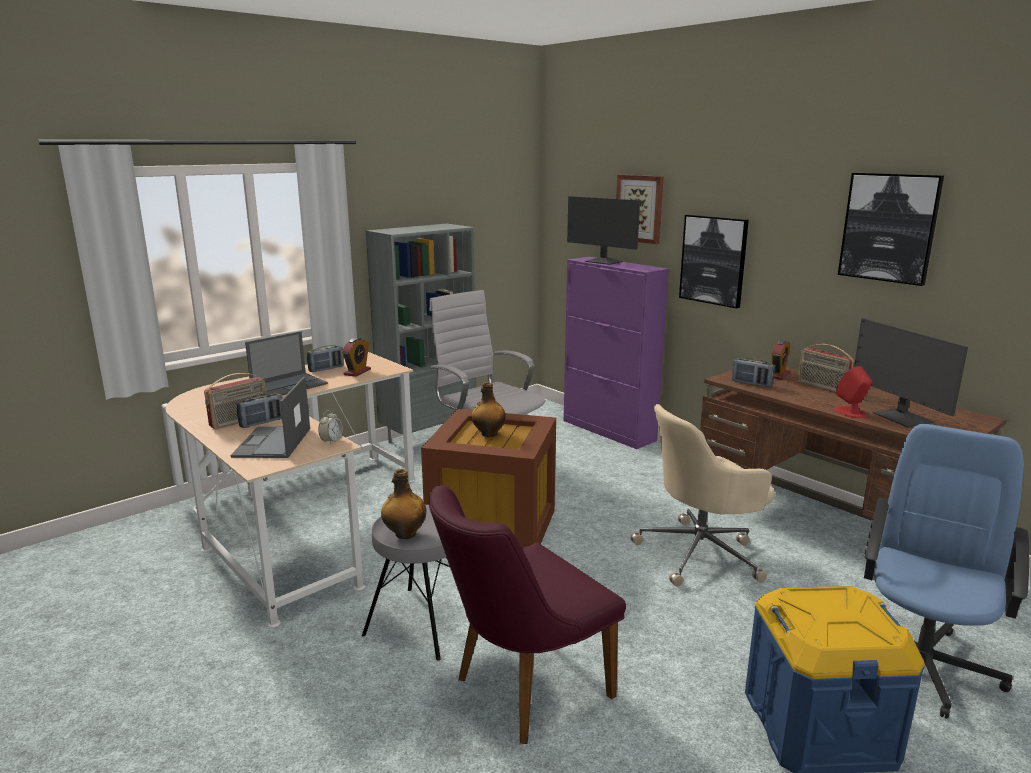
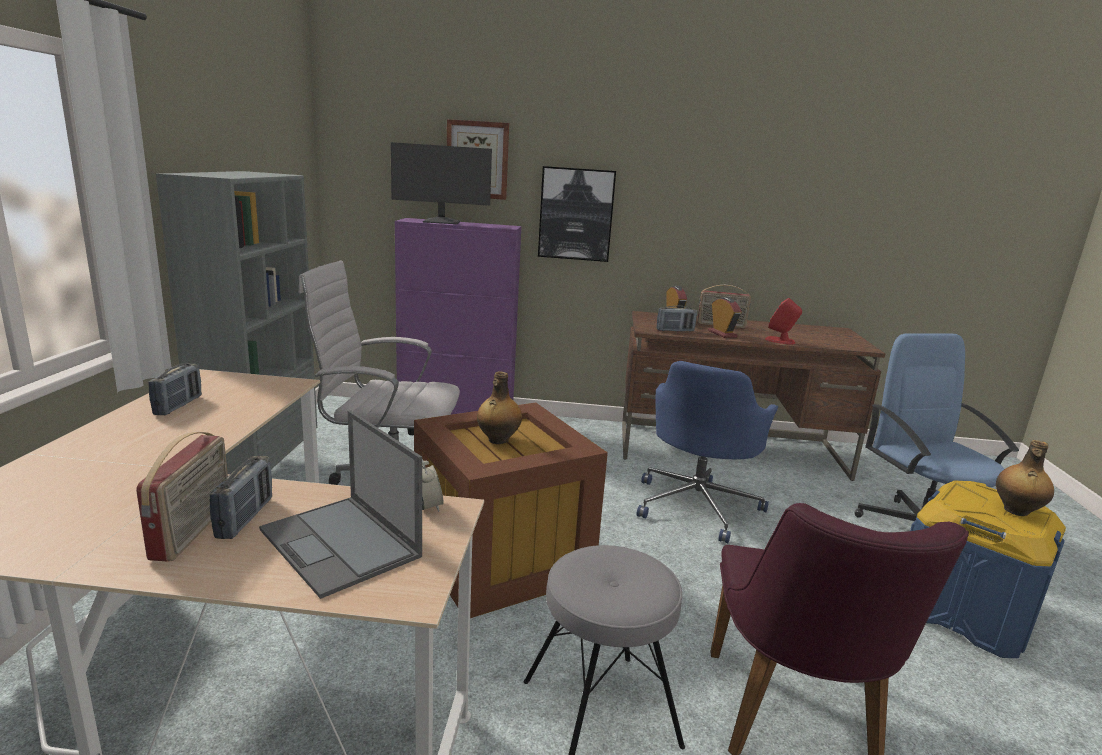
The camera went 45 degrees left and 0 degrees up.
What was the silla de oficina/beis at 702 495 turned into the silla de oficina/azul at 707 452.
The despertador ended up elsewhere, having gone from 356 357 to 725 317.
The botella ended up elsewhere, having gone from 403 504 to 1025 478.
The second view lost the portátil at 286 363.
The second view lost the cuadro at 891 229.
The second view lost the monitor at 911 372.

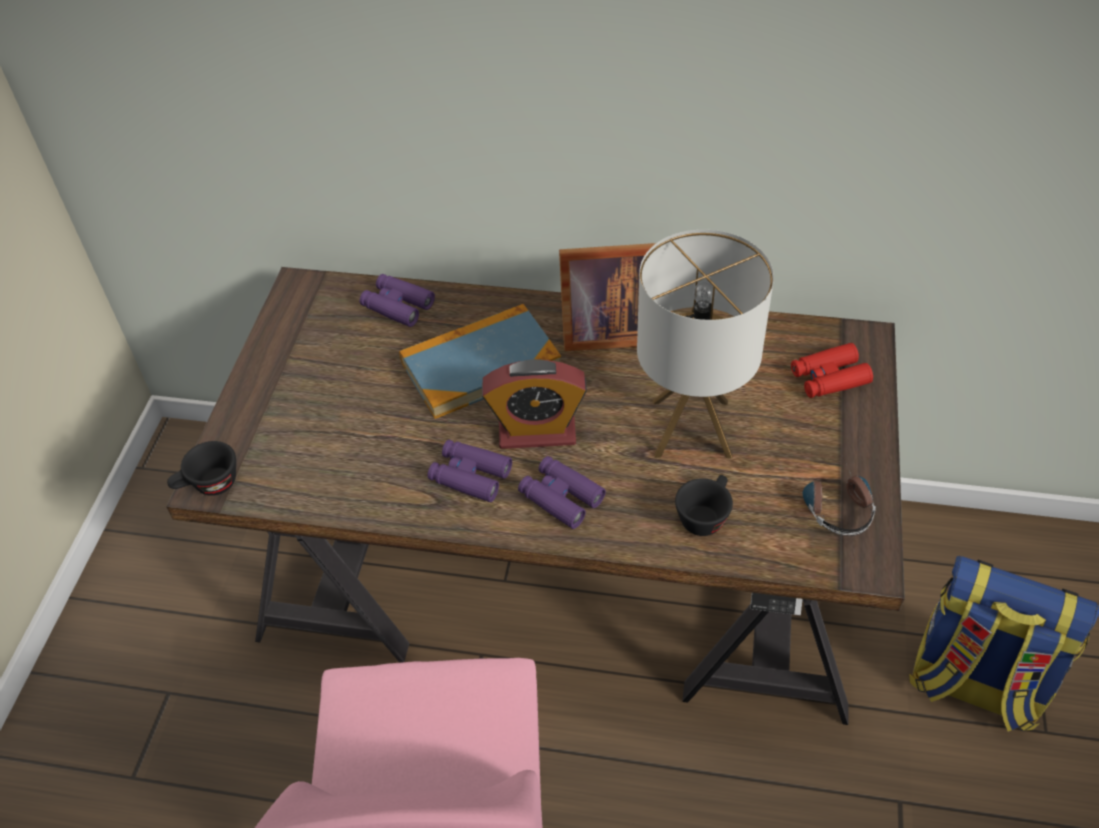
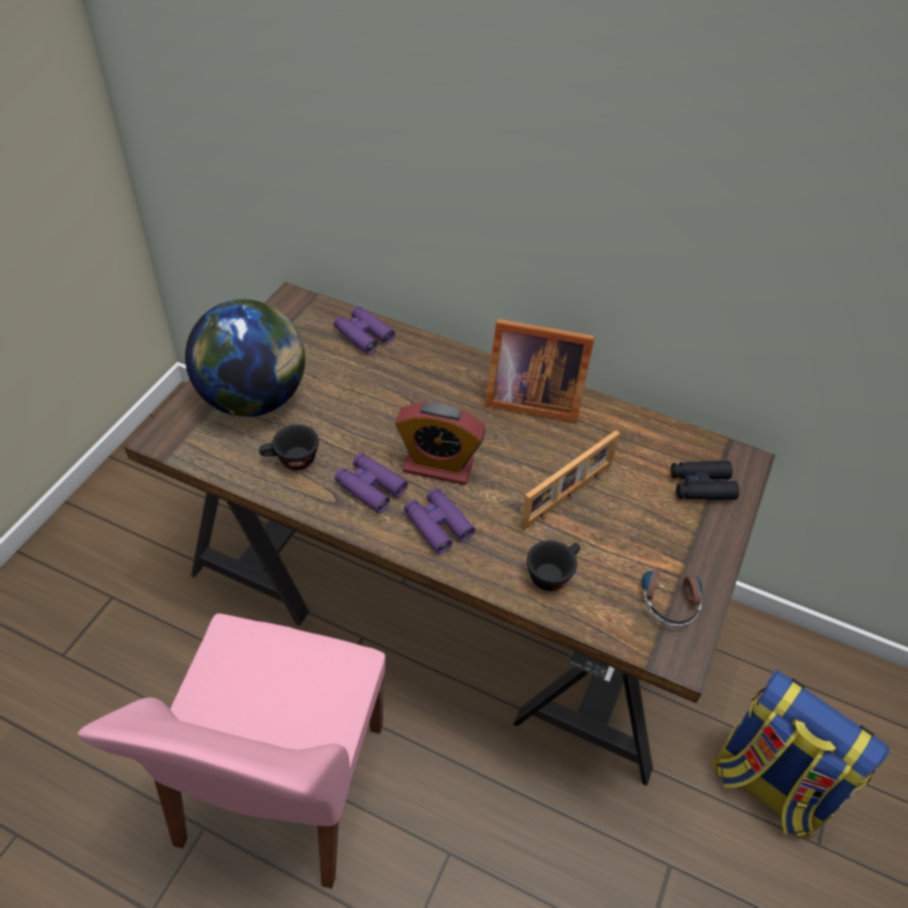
The camera went 10 degrees right and 0 degrees up.
The second view gained the globo terráqueo at 245 358.
The taza/negro ended up elsewhere, having gone from 201 468 to 289 447.
Where the lámpara de mesa stood at 705 344, the portarretratos came to stand at 570 480.
What was the prismáticos/rojo at 832 370 turned into the prismáticos/negro at 705 480.
The second view lost the libro at 480 361.

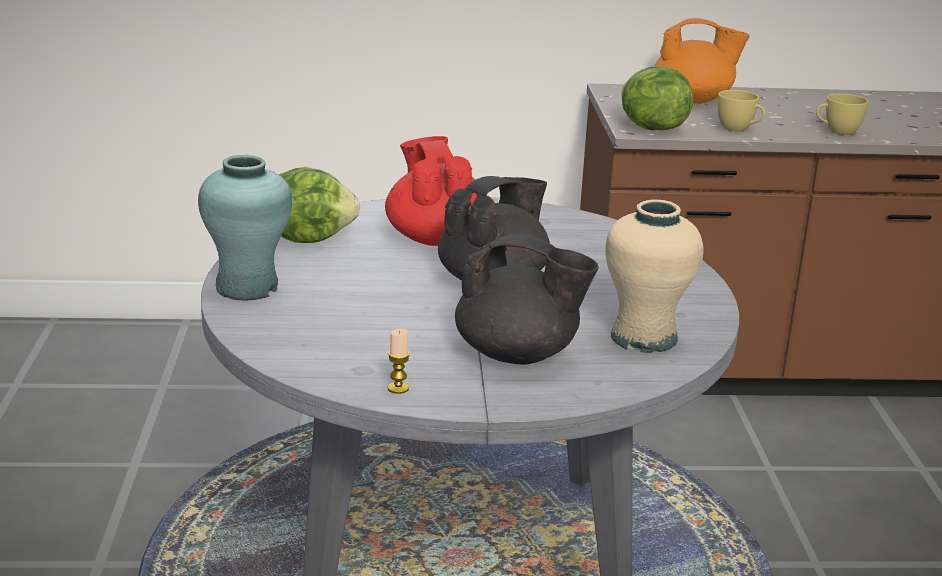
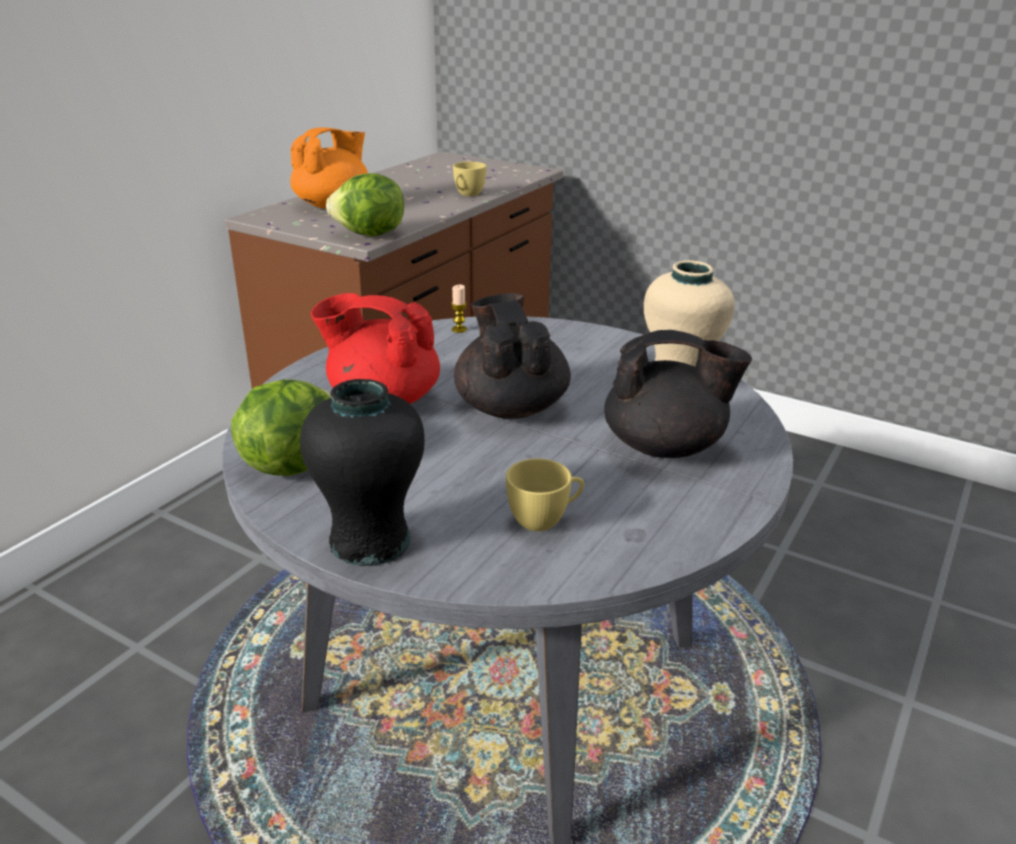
The camera went 55 degrees left and 5 degrees up.
What was the florero/turquesa at 245 228 turned into the florero/negro at 362 472.
The vela ended up elsewhere, having gone from 399 361 to 459 309.
The taza/amarillo ended up elsewhere, having gone from 741 111 to 545 495.
The tetera/negro at 527 299 ended up facing another way, 45 degrees clockwise from before.

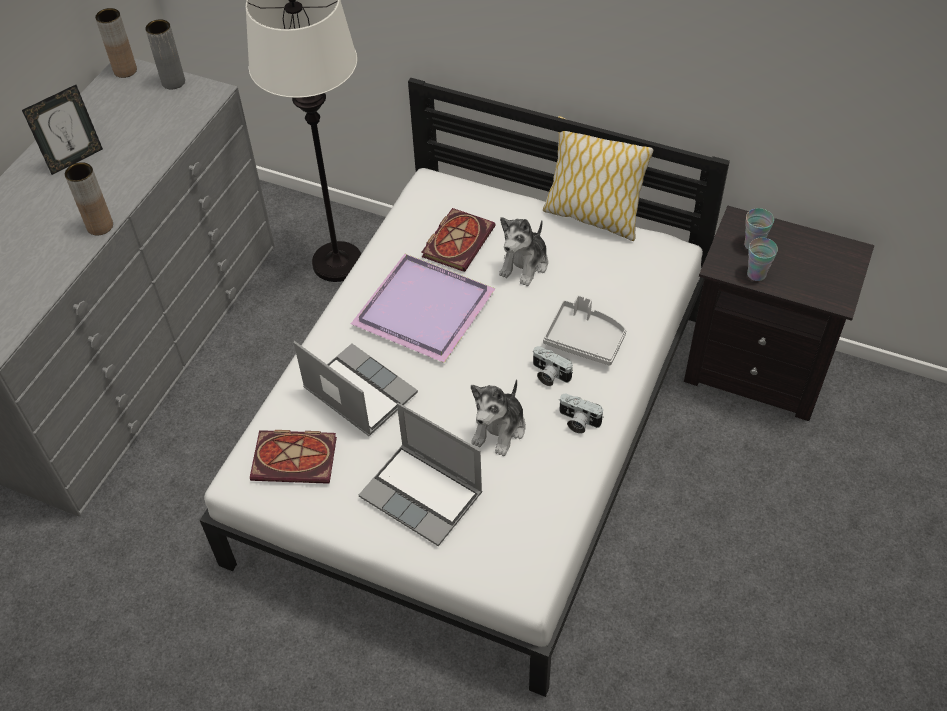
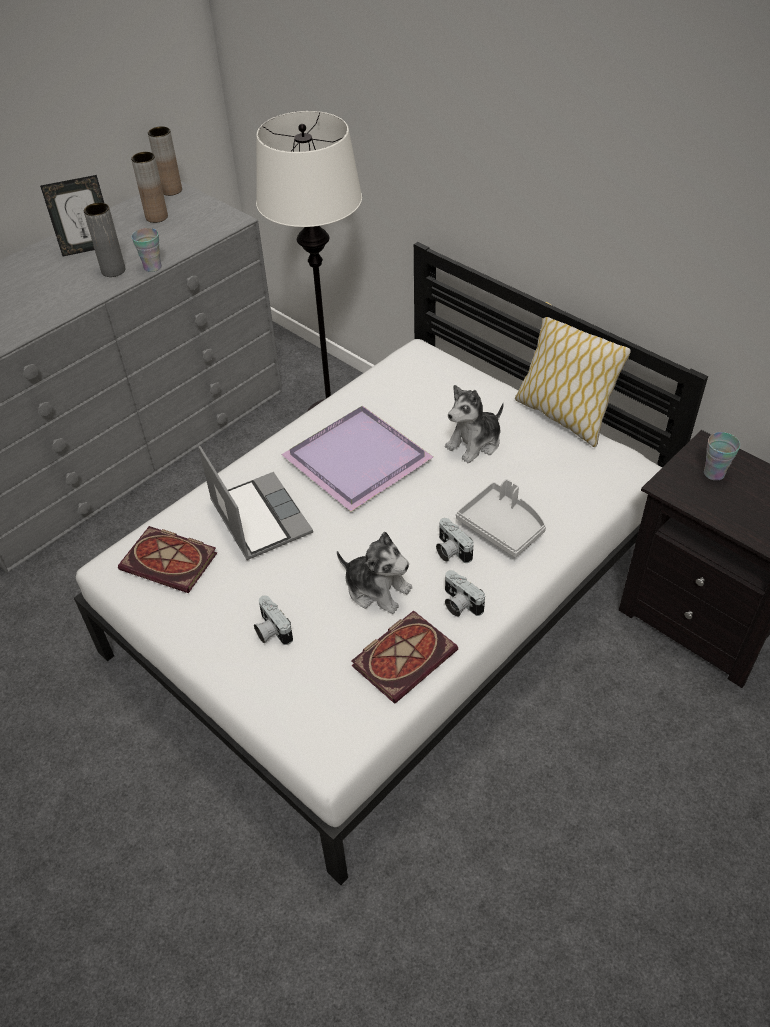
The camera went 20 degrees right and 5 degrees down.
The florero/gris ended up elsewhere, having gone from 165 54 to 105 240.
The florero/marrón ended up elsewhere, having gone from 89 198 to 149 187.
The taza ended up elsewhere, having gone from 762 259 to 147 250.
Where the portátil stood at 421 474, the cámara came to stand at 273 620.
The peluche at 498 417 ended up facing another way, 105 degrees counterclockwise from before.
The libro ended up elsewhere, having gone from 458 240 to 404 657.

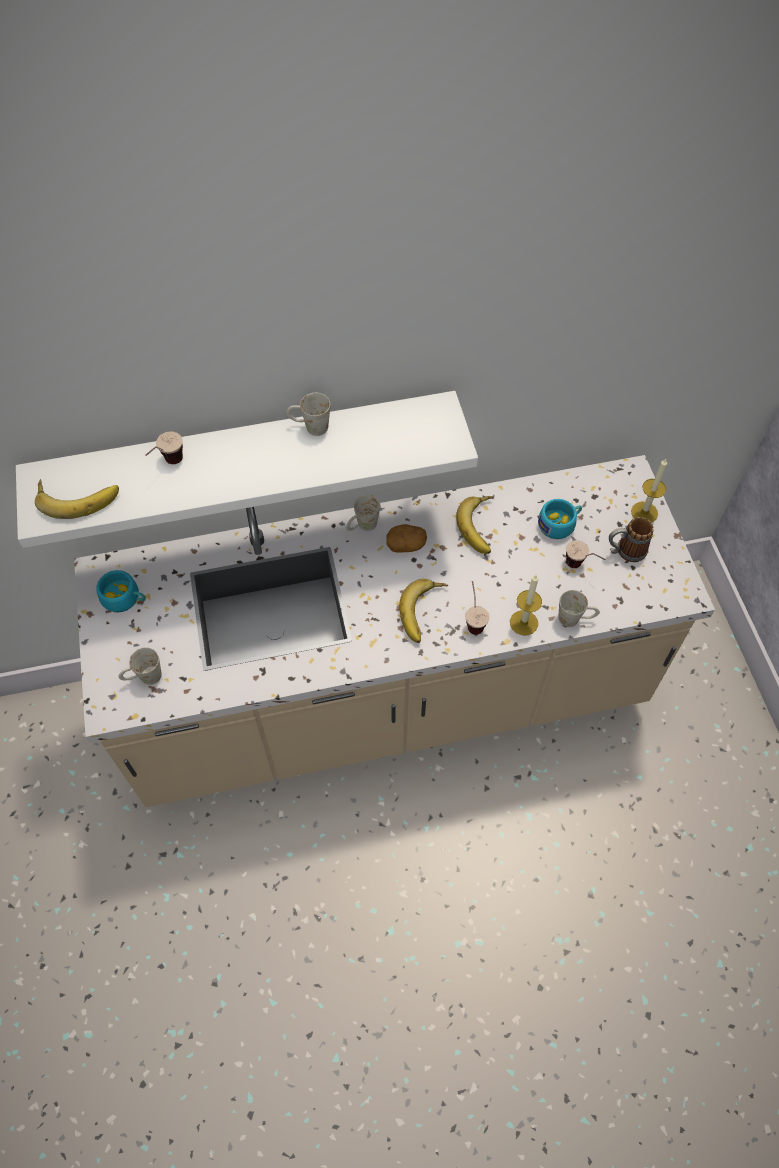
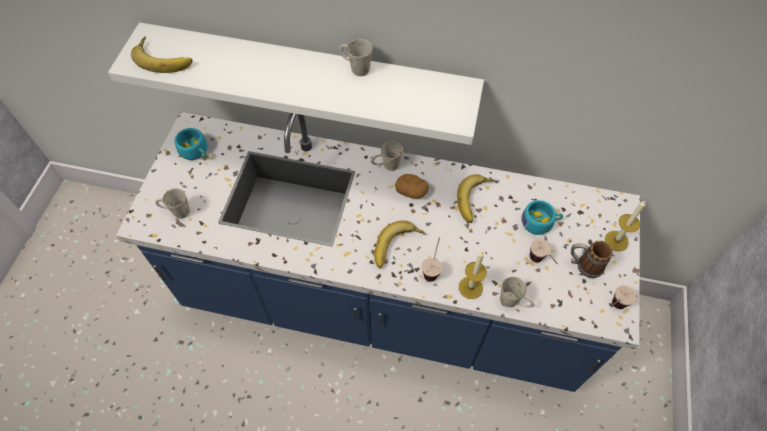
The camera went 25 degrees right and 0 degrees up.
What was the mueble bajo de cocina/beis at 394 631 turned into the mueble bajo de cocina/azul at 378 252.
The taza ended up elsewhere, having gone from 164 448 to 624 297.

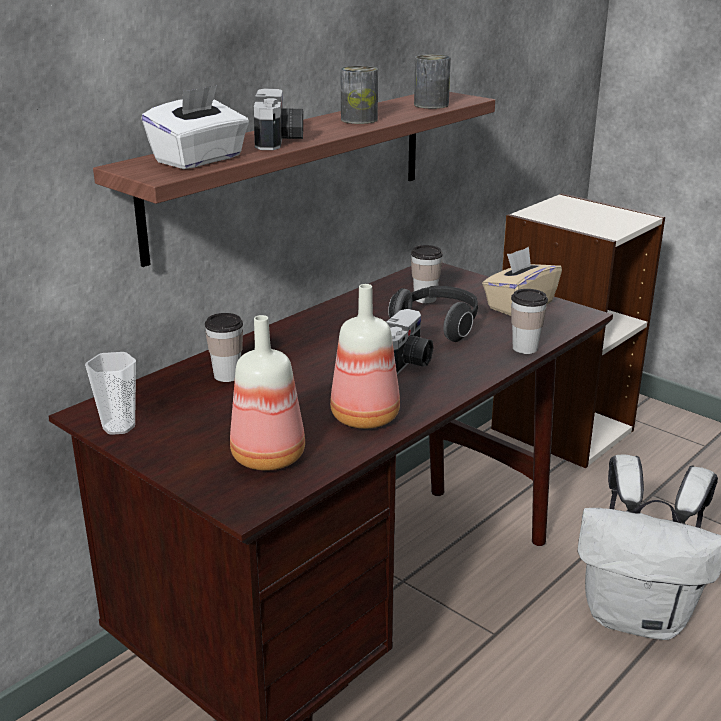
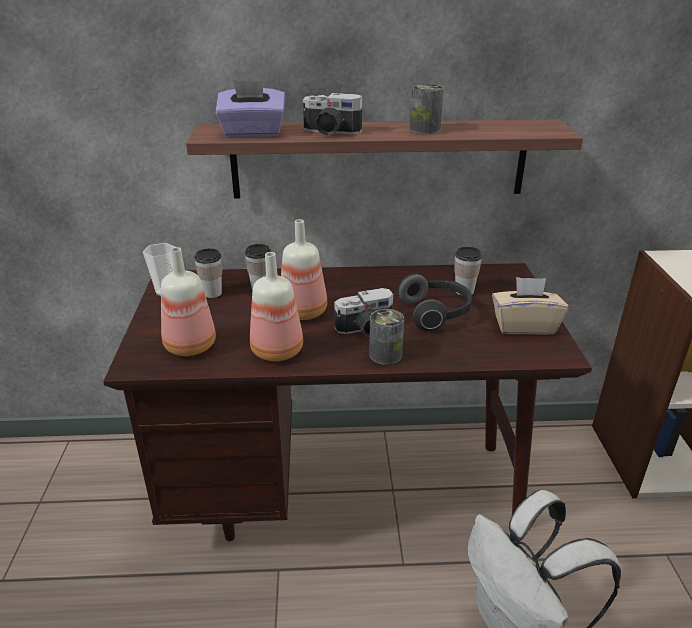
The camera went 45 degrees right and 5 degrees up.
The taza ended up elsewhere, having gone from 529 321 to 208 273.
What was the caja de pañuelos/blanco at 195 127 turned into the caja de pañuelos/morado at 250 108.
The second view gained the botella at 304 269.
The cámara at 278 119 ended up facing another way, 60 degrees clockwise from before.
The lata ended up elsewhere, having gone from 432 81 to 386 337.

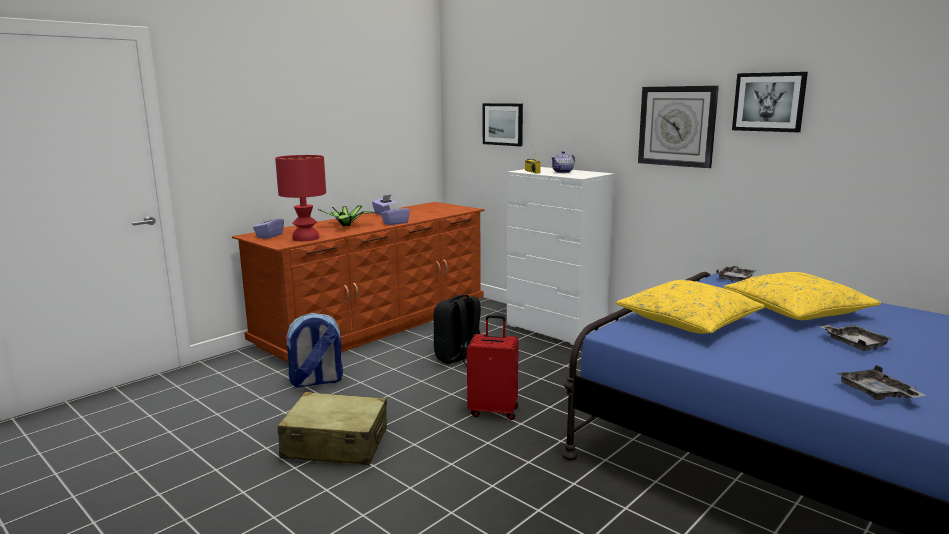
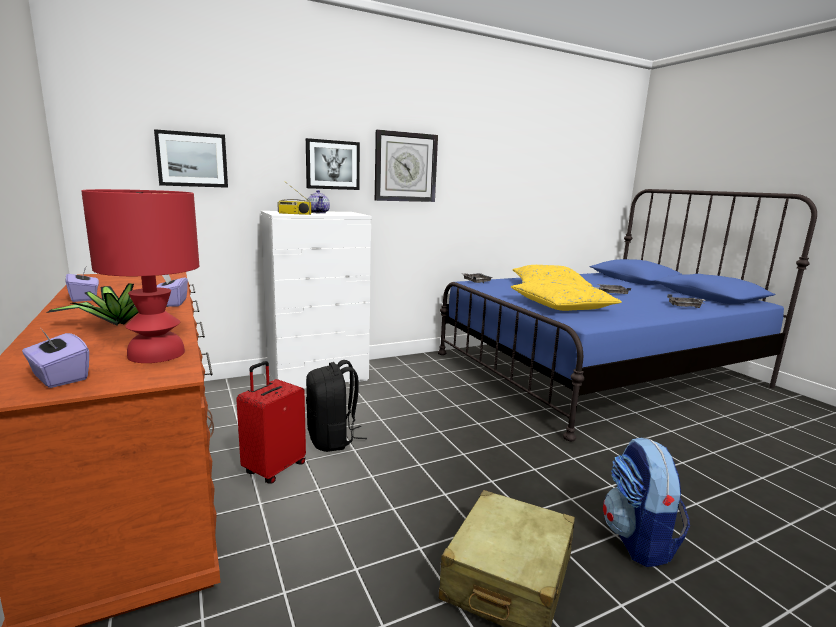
The camera went 70 degrees left and 0 degrees up.
The maleta/rojo ended up elsewhere, having gone from 493 367 to 271 422.
The cuadro ended up elsewhere, having gone from 770 102 to 333 164.
The mochila ended up elsewhere, having gone from 314 350 to 646 502.

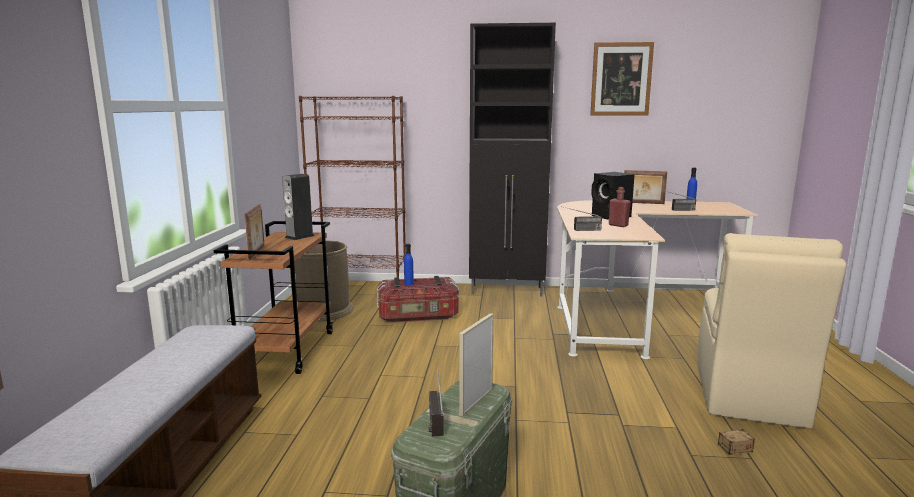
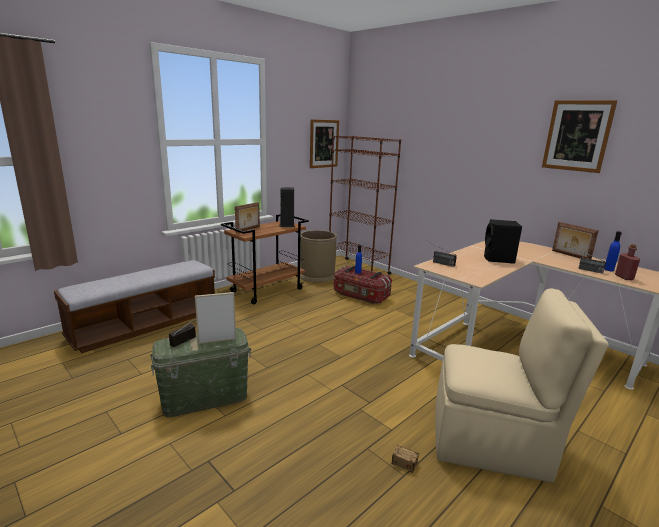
The camera went 40 degrees right and 5 degrees up.
The second view gained the cuadro at 324 143.
The silla/beis at 772 331 ended up facing another way, 135 degrees counterclockwise from before.
The botella/rojo ended up elsewhere, having gone from 620 207 to 627 262.
The second view lost the armario/negro at 512 159.

